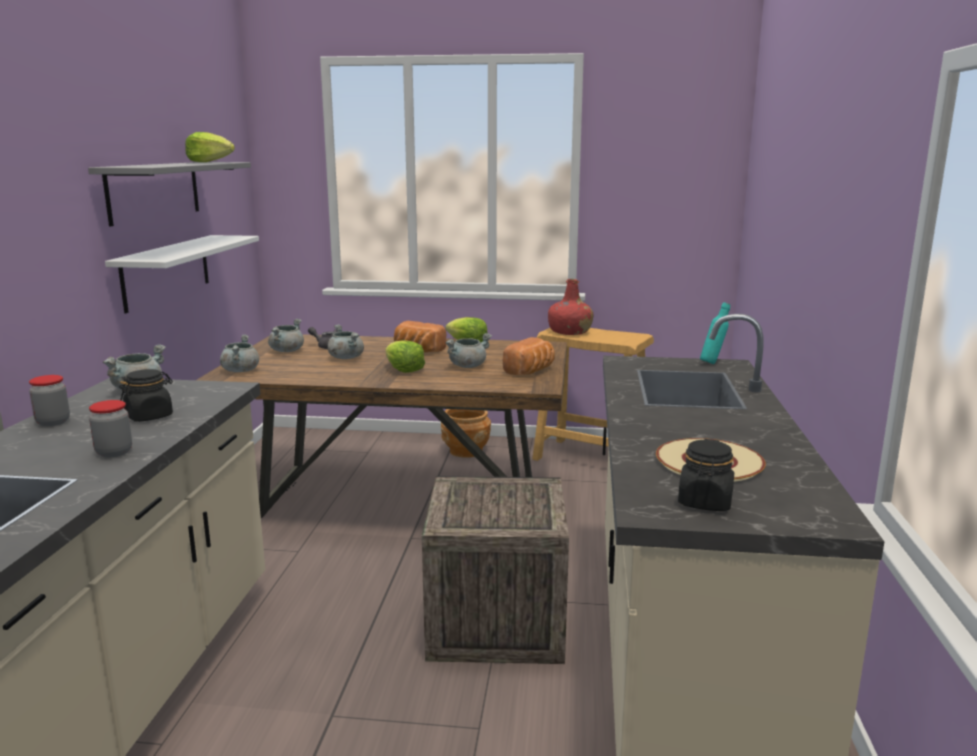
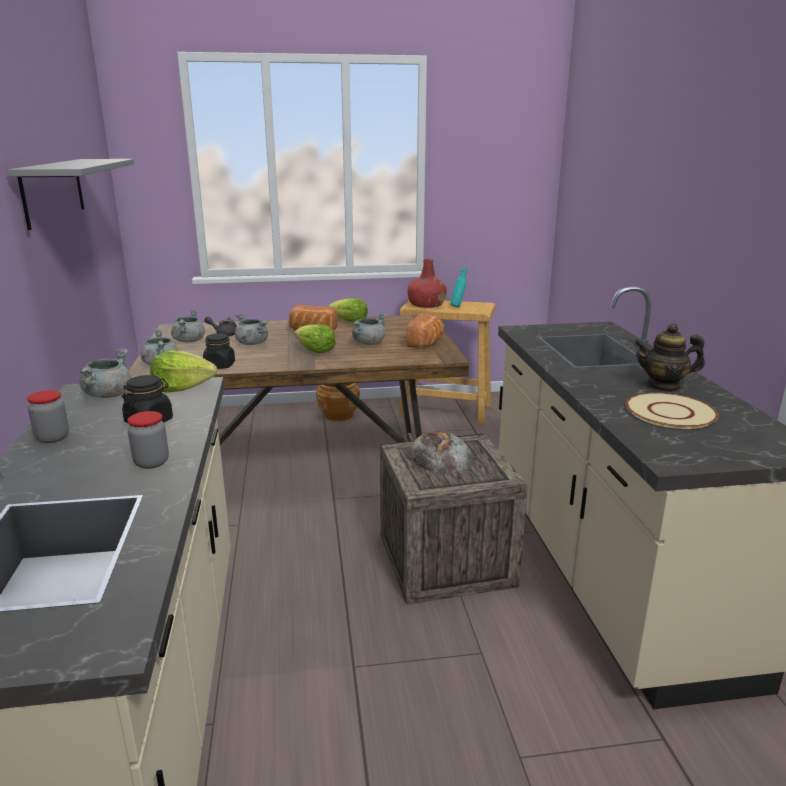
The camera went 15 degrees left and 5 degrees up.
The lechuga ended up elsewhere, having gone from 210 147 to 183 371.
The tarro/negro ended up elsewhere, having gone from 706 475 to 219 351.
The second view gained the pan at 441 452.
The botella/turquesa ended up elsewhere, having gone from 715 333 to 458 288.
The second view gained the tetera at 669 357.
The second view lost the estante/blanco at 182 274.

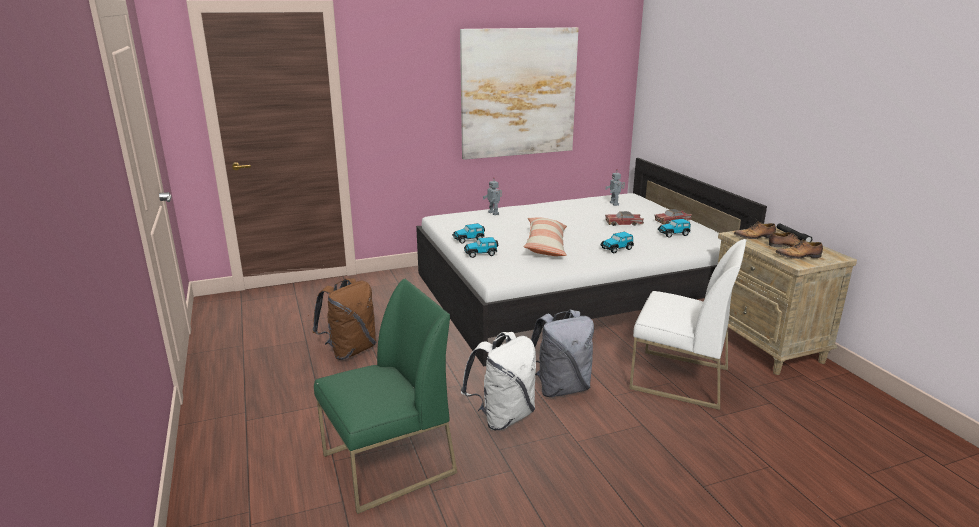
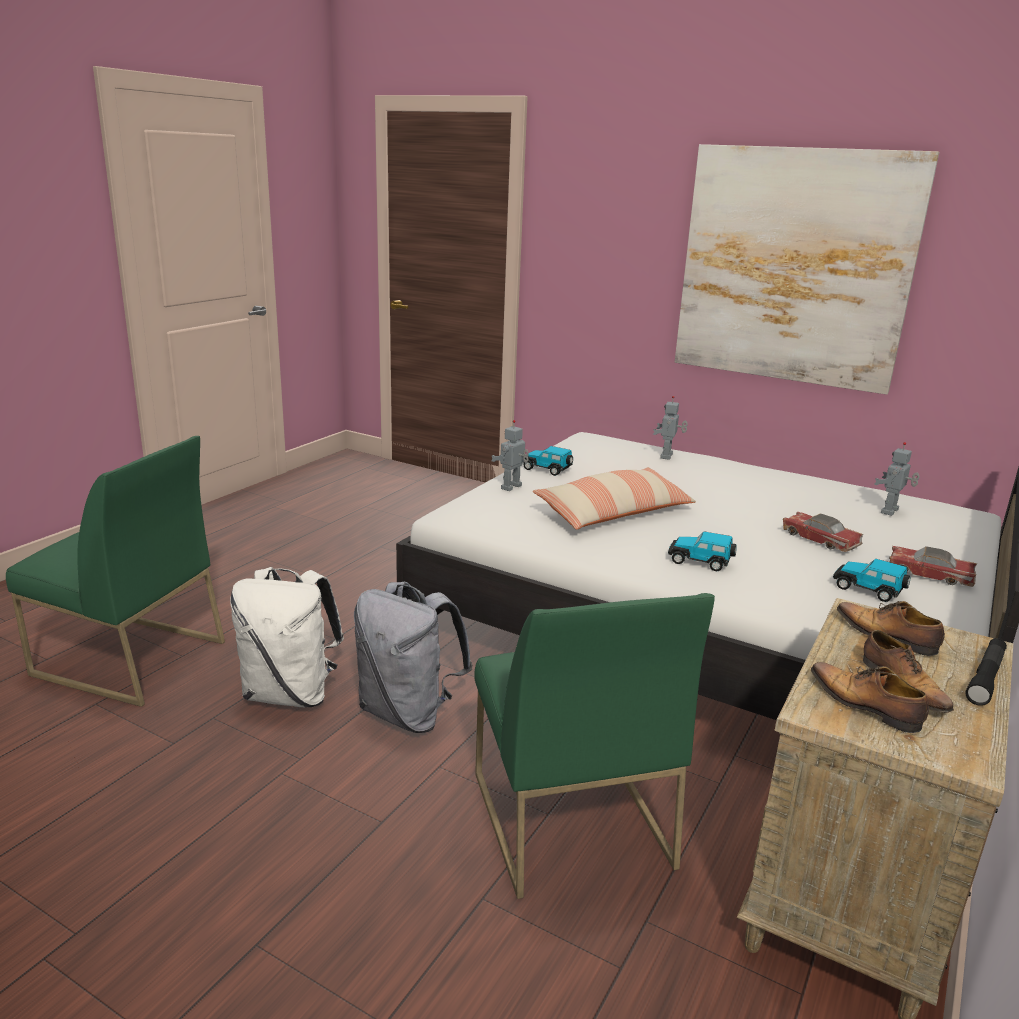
The camera went 50 degrees right and 0 degrees up.
What was the silla/blanco at 688 324 turned into the silla/verde at 594 746.
Where the coche de juguete stood at 481 247, the robot de juguete came to stand at 510 455.
The second view lost the mochila/marrón at 344 319.

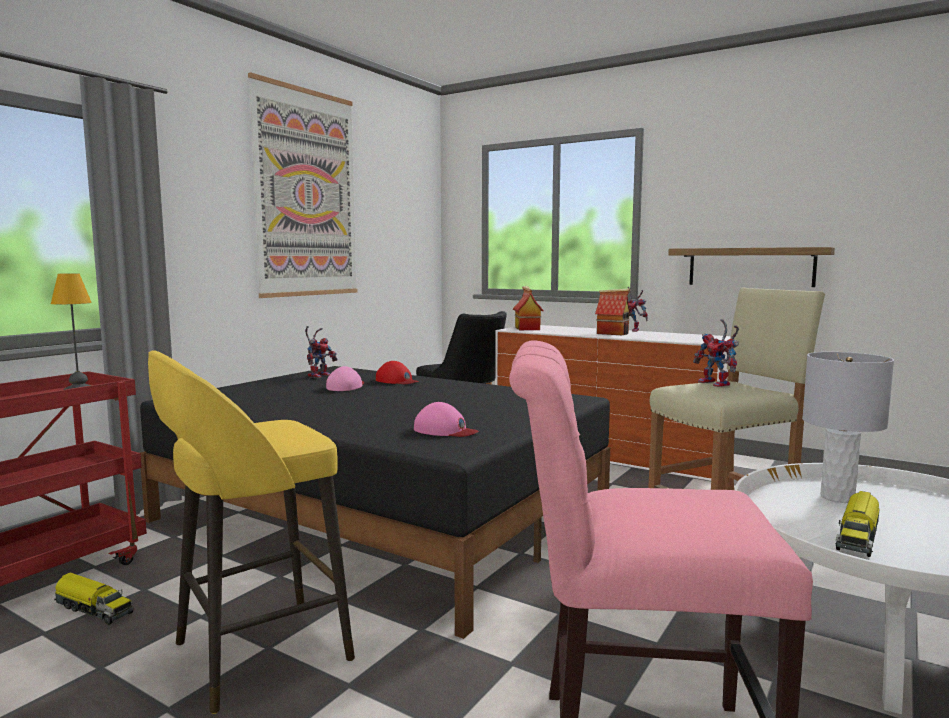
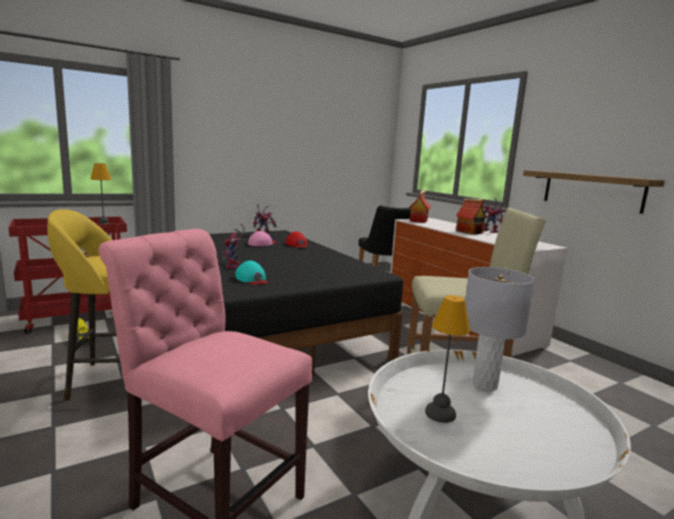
The camera went 25 degrees right and 5 degrees up.
The robot de juguete ended up elsewhere, having gone from 716 353 to 233 246.
What was the gorra/rosa at 446 419 turned into the gorra/turquesa at 252 273.
Where the camión de juguete stood at 857 524, the lámpara de mesa came to stand at 447 359.
The second view lost the cuadro at 302 185.

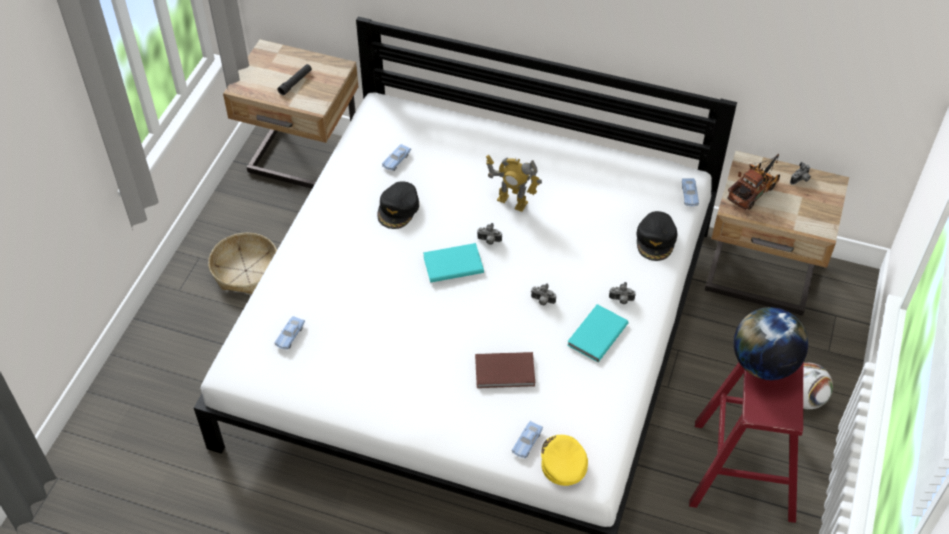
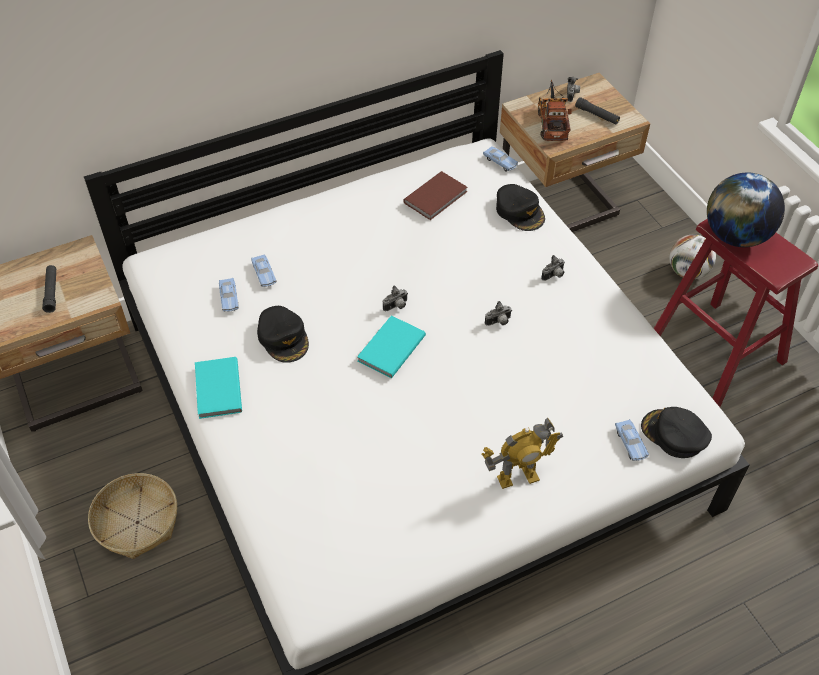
The camera went 45 degrees left and 0 degrees up.
The libro/turquesa ended up elsewhere, having gone from 597 333 to 218 388.
The coche de juguete/azul ended up elsewhere, having gone from 290 333 to 263 270.
The libro/marrón ended up elsewhere, having gone from 505 370 to 435 195.
The robot de juguete ended up elsewhere, having gone from 514 183 to 522 453.
The second view gained the linterna/negro at 597 110.
What was the gorra/amarillo at 564 460 turned into the gorra/negro at 676 432.

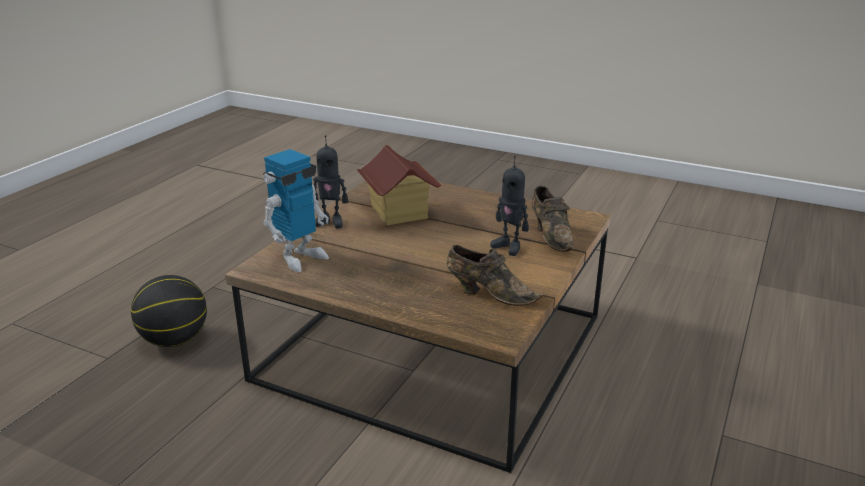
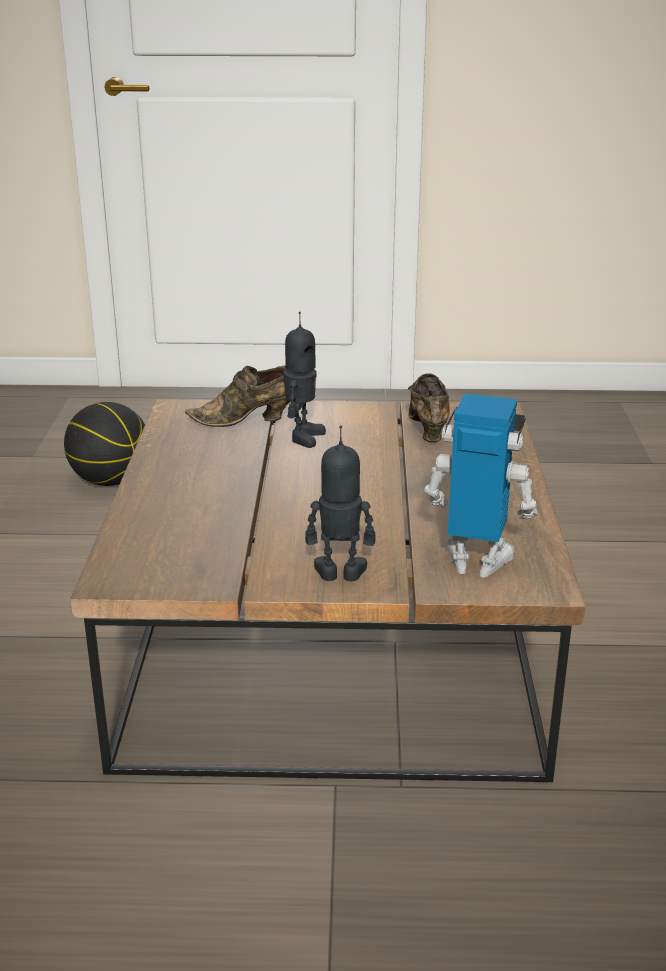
The camera went 115 degrees left and 0 degrees up.
The balón de baloncesto ended up elsewhere, having gone from 169 311 to 104 444.
The zapato/marrón at 552 219 ended up facing another way, 150 degrees counterclockwise from before.
The robot de juguete at 330 182 ended up facing another way, 75 degrees counterclockwise from before.
The second view lost the casita at 398 185.

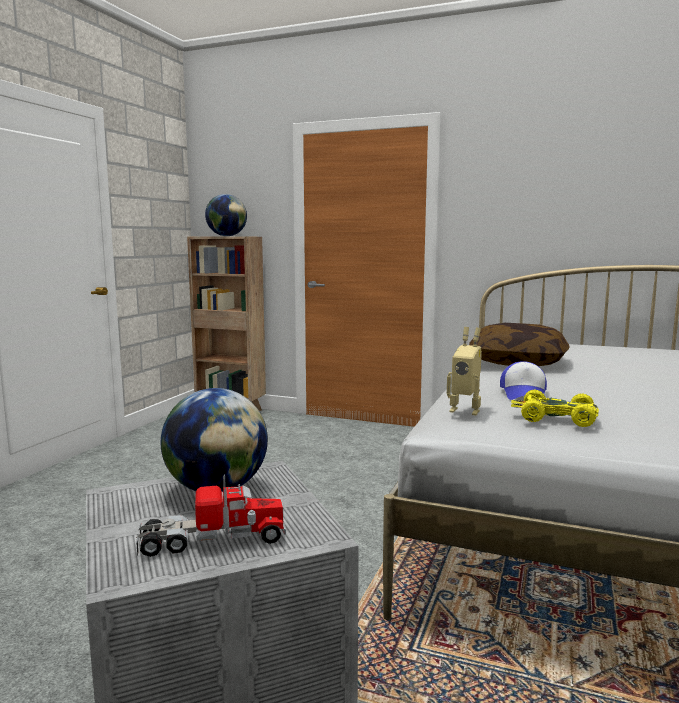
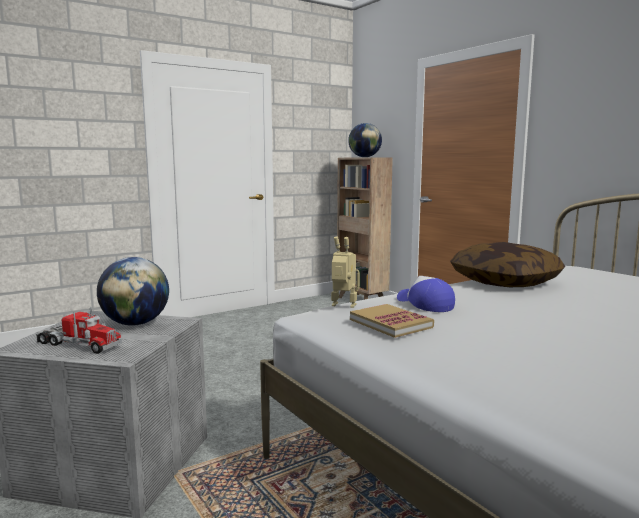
The camera went 35 degrees right and 0 degrees up.
The robot de juguete at 464 371 ended up facing another way, 135 degrees clockwise from before.
Where the coche de juguete/amarillo stood at 555 408, the libro came to stand at 392 321.
The gorra at 523 380 ended up facing another way, 105 degrees clockwise from before.

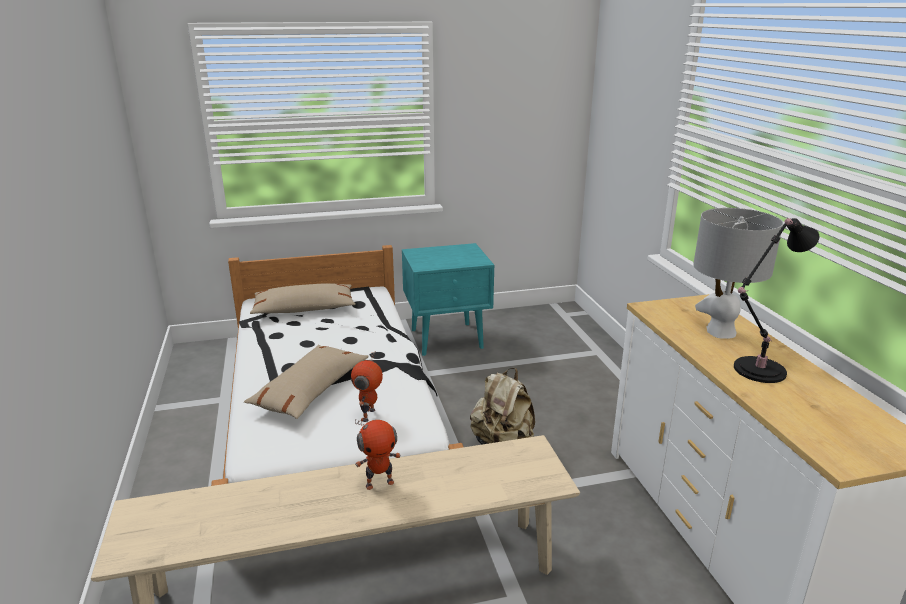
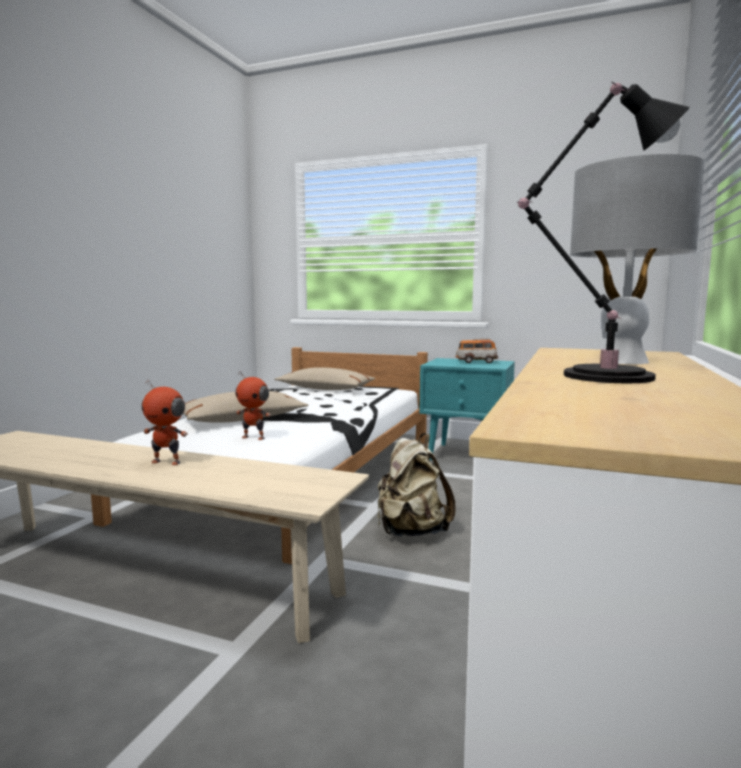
The camera went 35 degrees right and 15 degrees down.
The robot de juguete at 367 386 ended up facing another way, 120 degrees counterclockwise from before.
The second view gained the coche de juguete at 477 351.

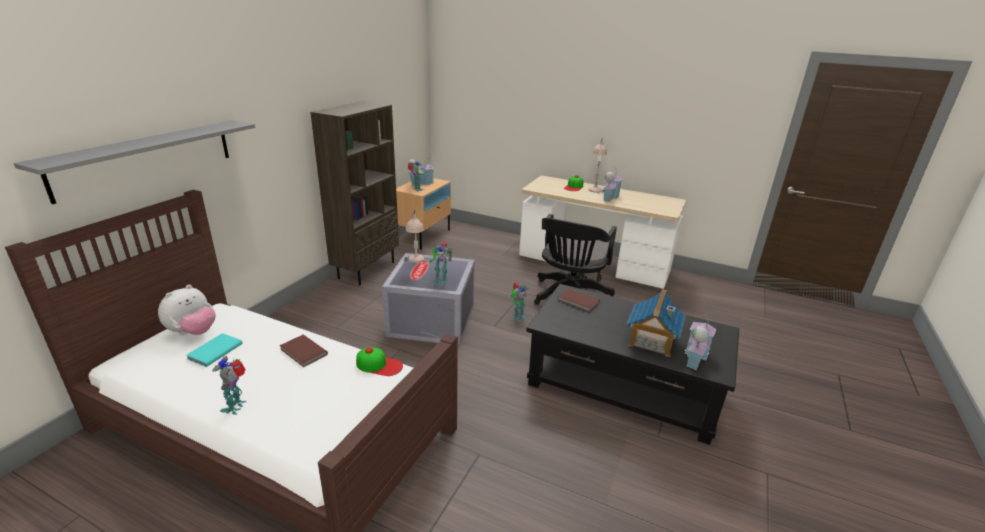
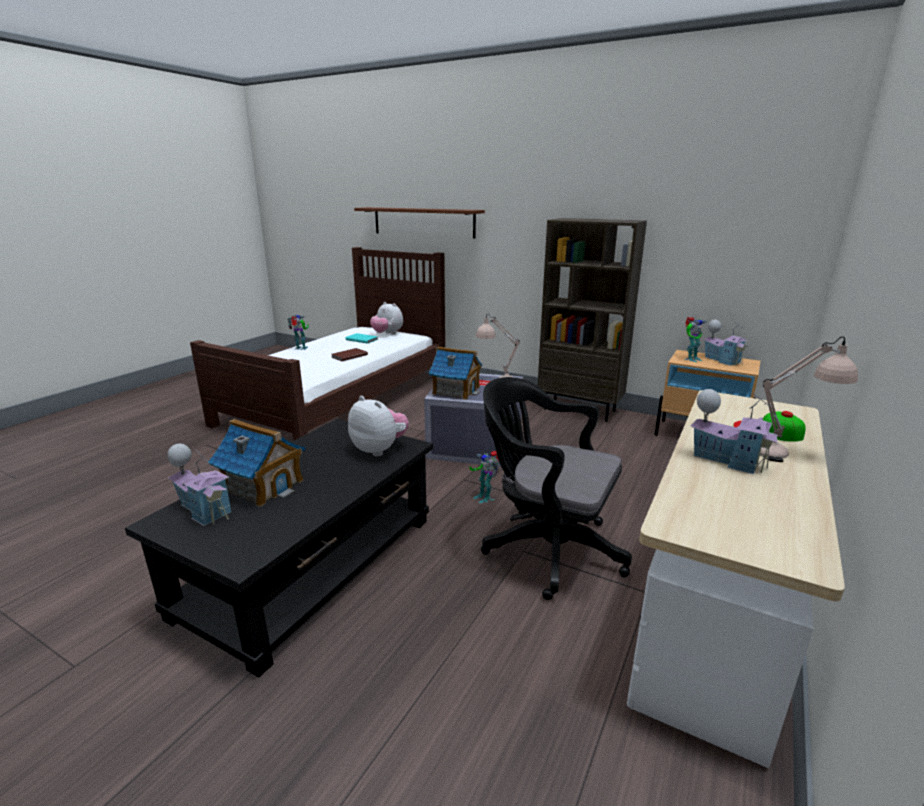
The camera went 95 degrees right and 5 degrees down.
Where the libro/marrón stood at 579 300, the peluche came to stand at 378 426.
What was the estante/gris at 134 162 turned into the estante/marrón at 419 222.
Where the robot de juguete stood at 441 264, the casita came to stand at 455 373.
The second view lost the gorra at 379 361.

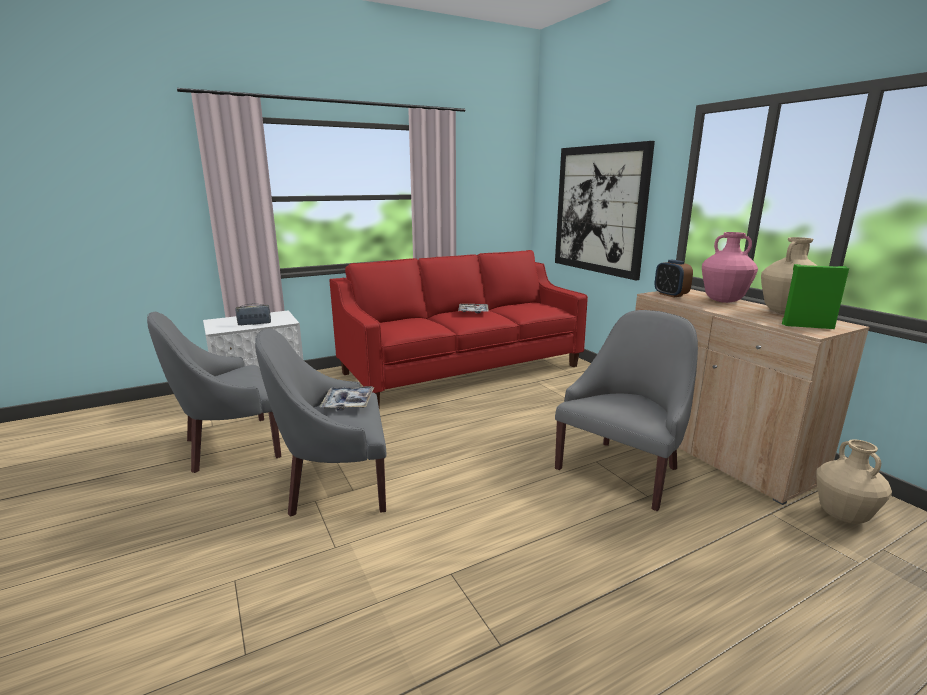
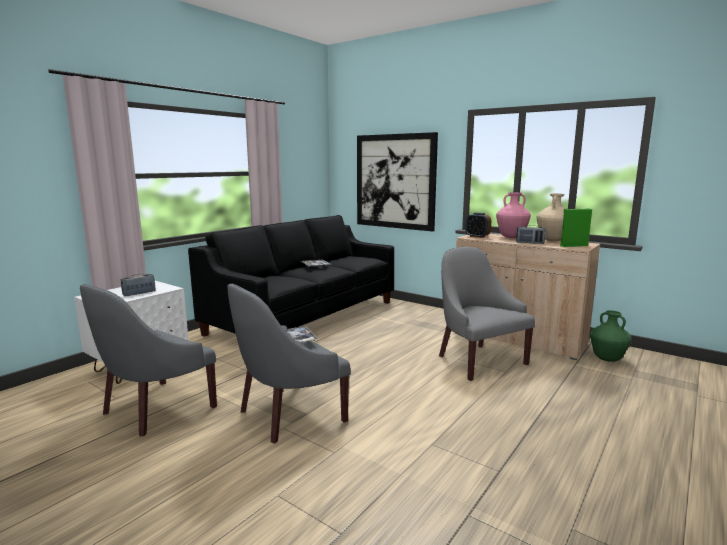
The camera went 25 degrees left and 5 degrees down.
What was the sofá/rojo at 458 329 turned into the sofá/negro at 291 276.
The sillón/gris at 626 410 ended up facing another way, 45 degrees counterclockwise from before.
The second view gained the radio at 531 234.
What was the florero/beis at 854 481 turned into the florero/verde at 610 336.

